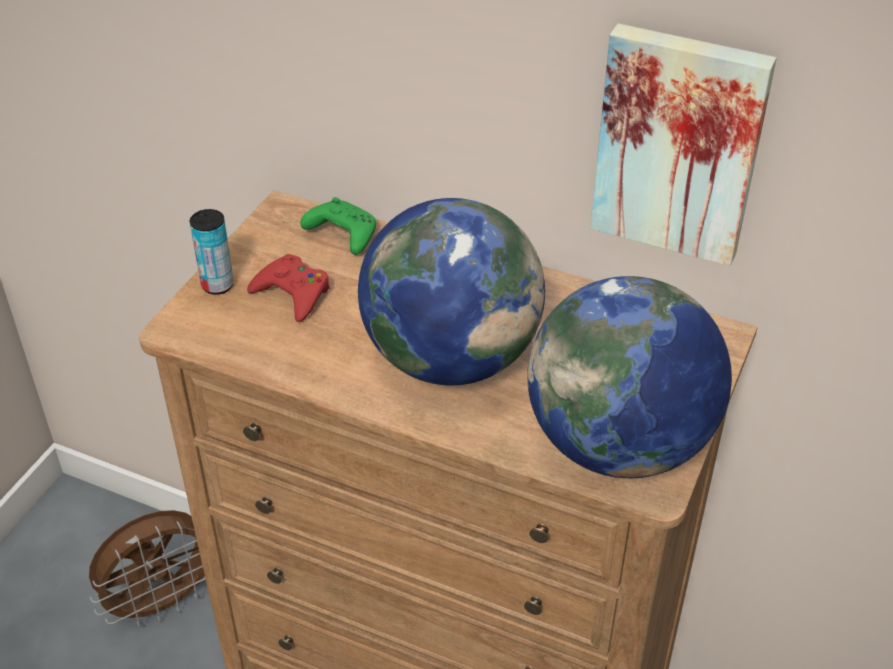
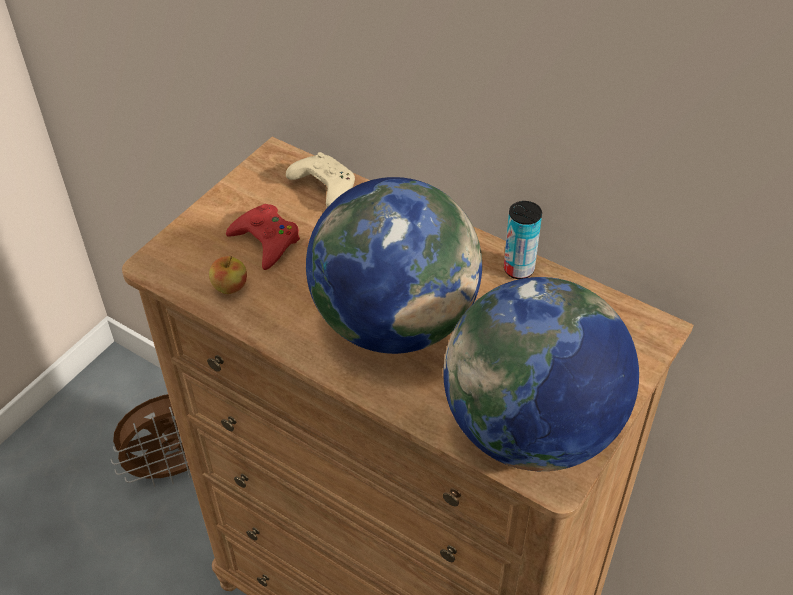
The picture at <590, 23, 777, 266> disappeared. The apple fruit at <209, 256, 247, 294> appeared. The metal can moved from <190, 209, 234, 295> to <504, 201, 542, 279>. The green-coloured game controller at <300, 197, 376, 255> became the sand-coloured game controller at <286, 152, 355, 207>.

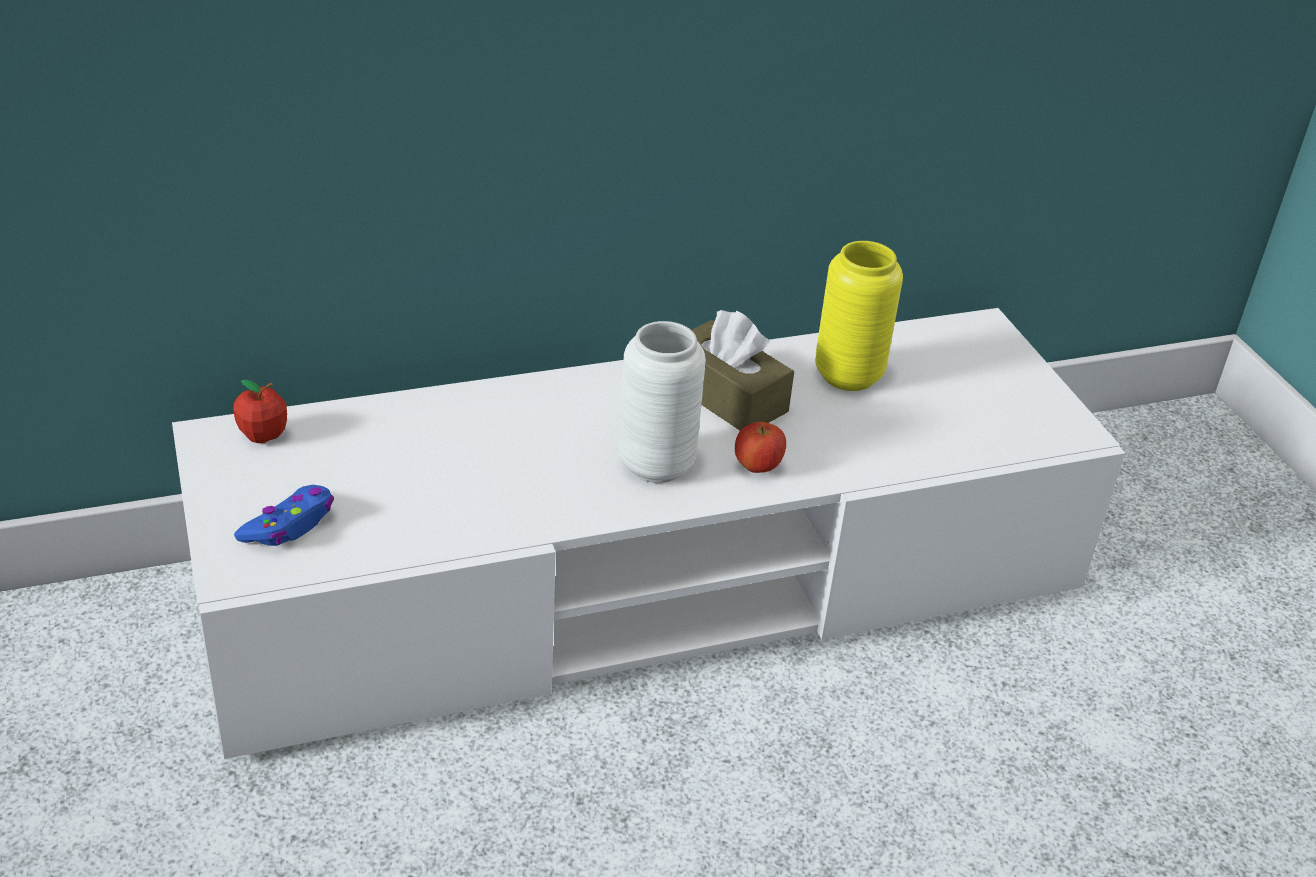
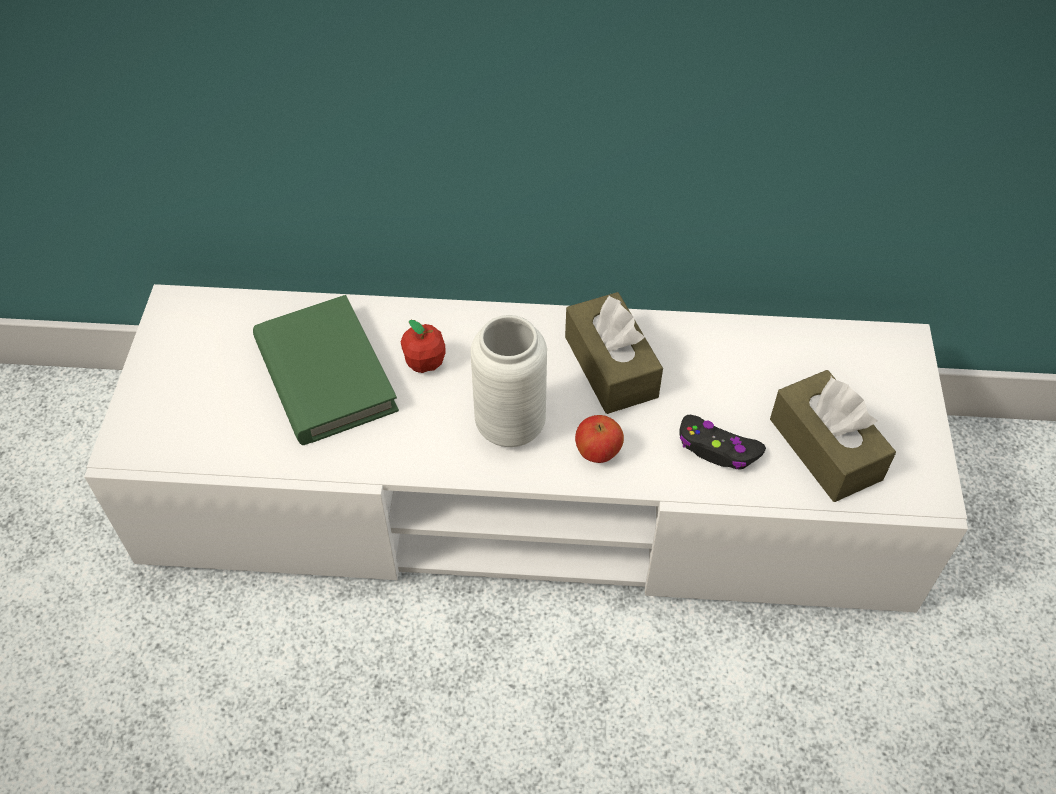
The blue game controller at <234, 485, 334, 546> disappeared. The yellow-coloured decorative vase at <815, 241, 903, 391> disappeared. The green-coloured book at <253, 295, 399, 445> appeared. The blackish game controller at <679, 415, 766, 470> appeared. The brownish tissue holder at <770, 370, 896, 502> appeared. The apple fruit moved from <233, 380, 287, 443> to <400, 320, 446, 373>.

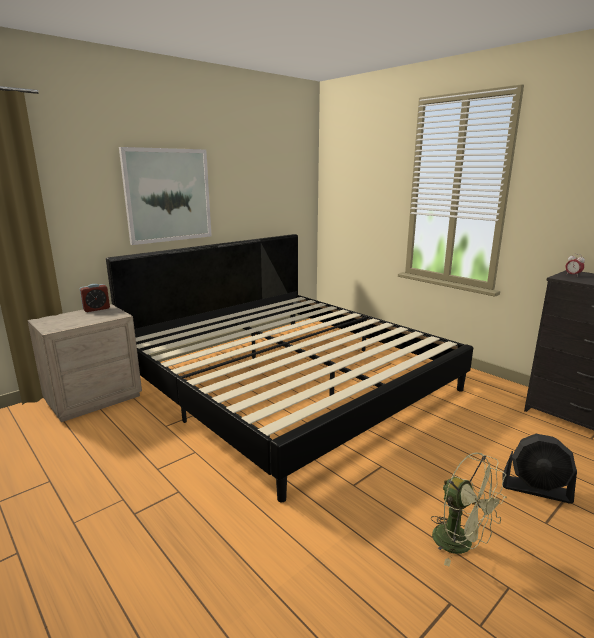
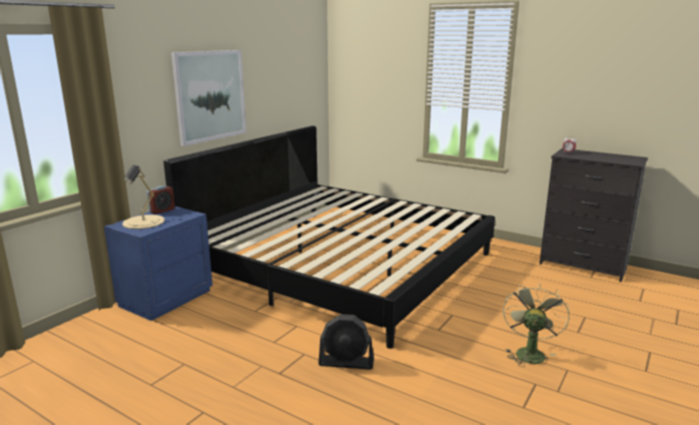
The sand-coloured tabletop lamp at <122, 165, 165, 229> appeared. The blackish cooling fan moved from <502, 434, 577, 504> to <318, 314, 374, 370>. The sand-coloured nightstand at <27, 304, 142, 422> became the blue nightstand at <104, 206, 213, 321>. The green-coloured cooling fan at <431, 452, 507, 567> turned 105 degrees counterclockwise.

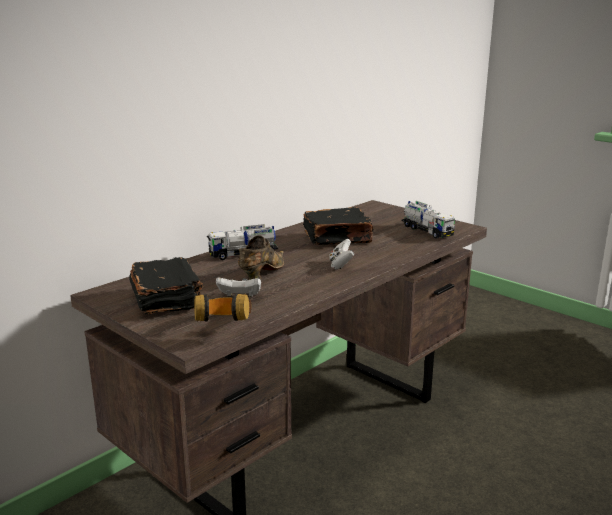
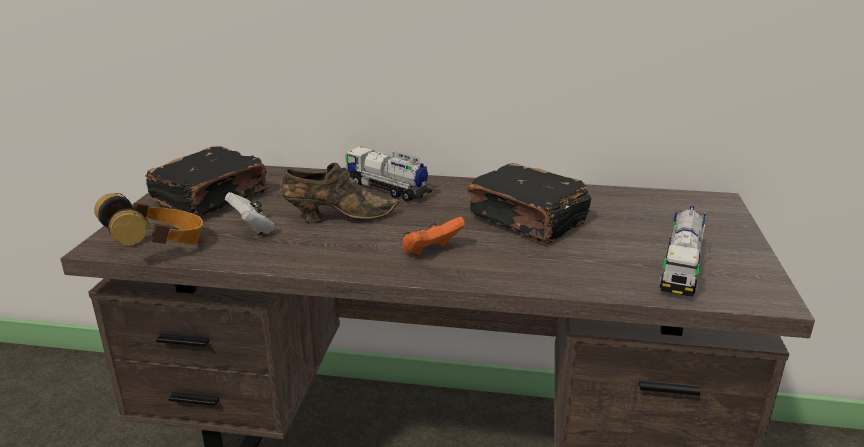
The whitish game controller at <329, 239, 354, 269> became the orange game controller at <402, 217, 465, 256>.

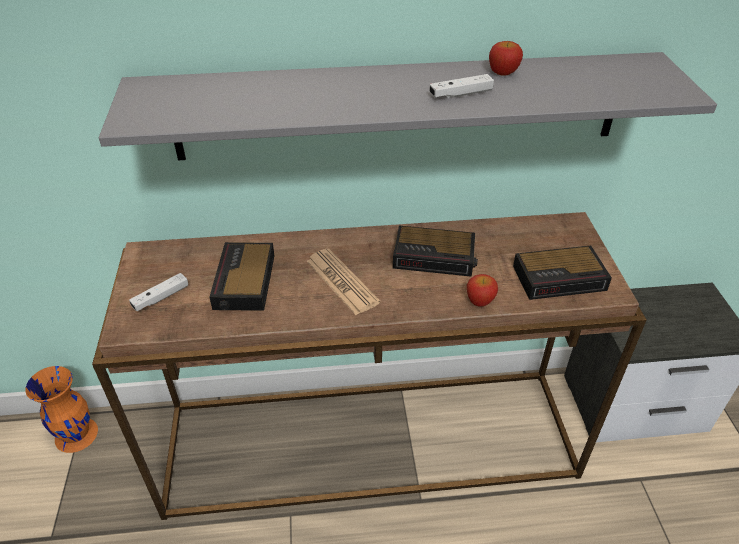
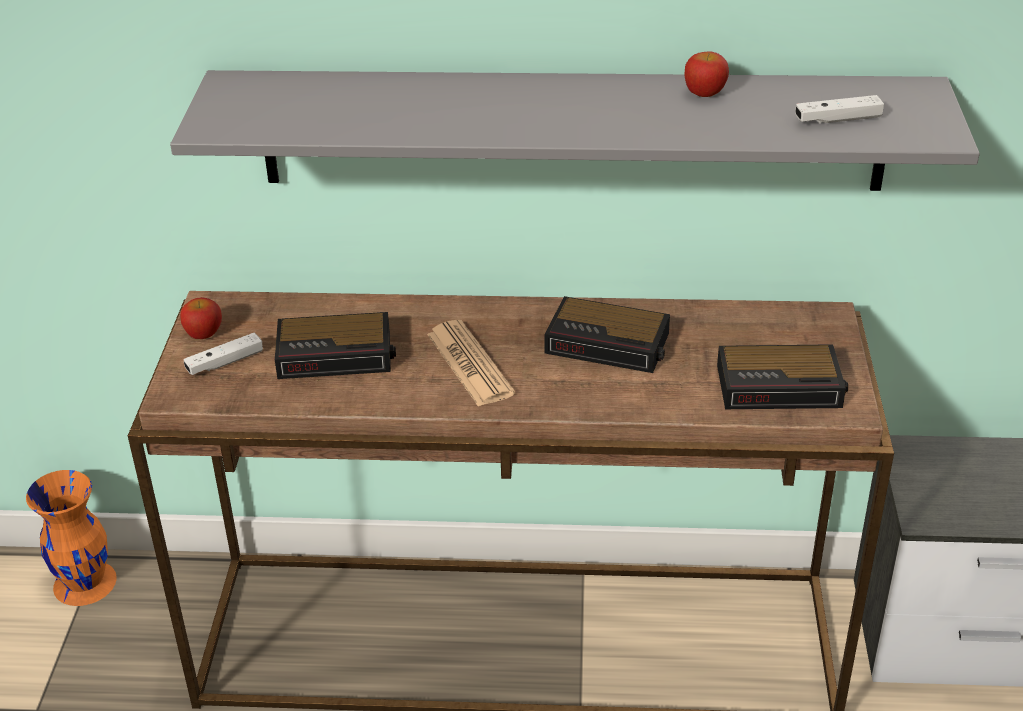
The whitish game controller moved from <429, 74, 494, 98> to <795, 95, 884, 124>. The apple fruit moved from <467, 274, 498, 307> to <180, 297, 222, 339>. The bedside clock at <210, 242, 274, 311> turned 105 degrees counterclockwise.

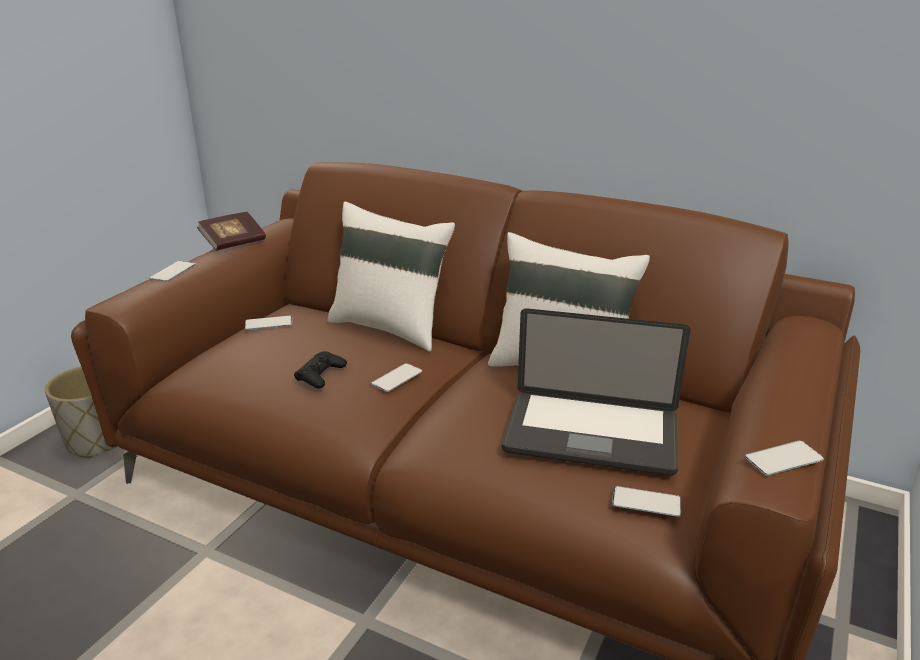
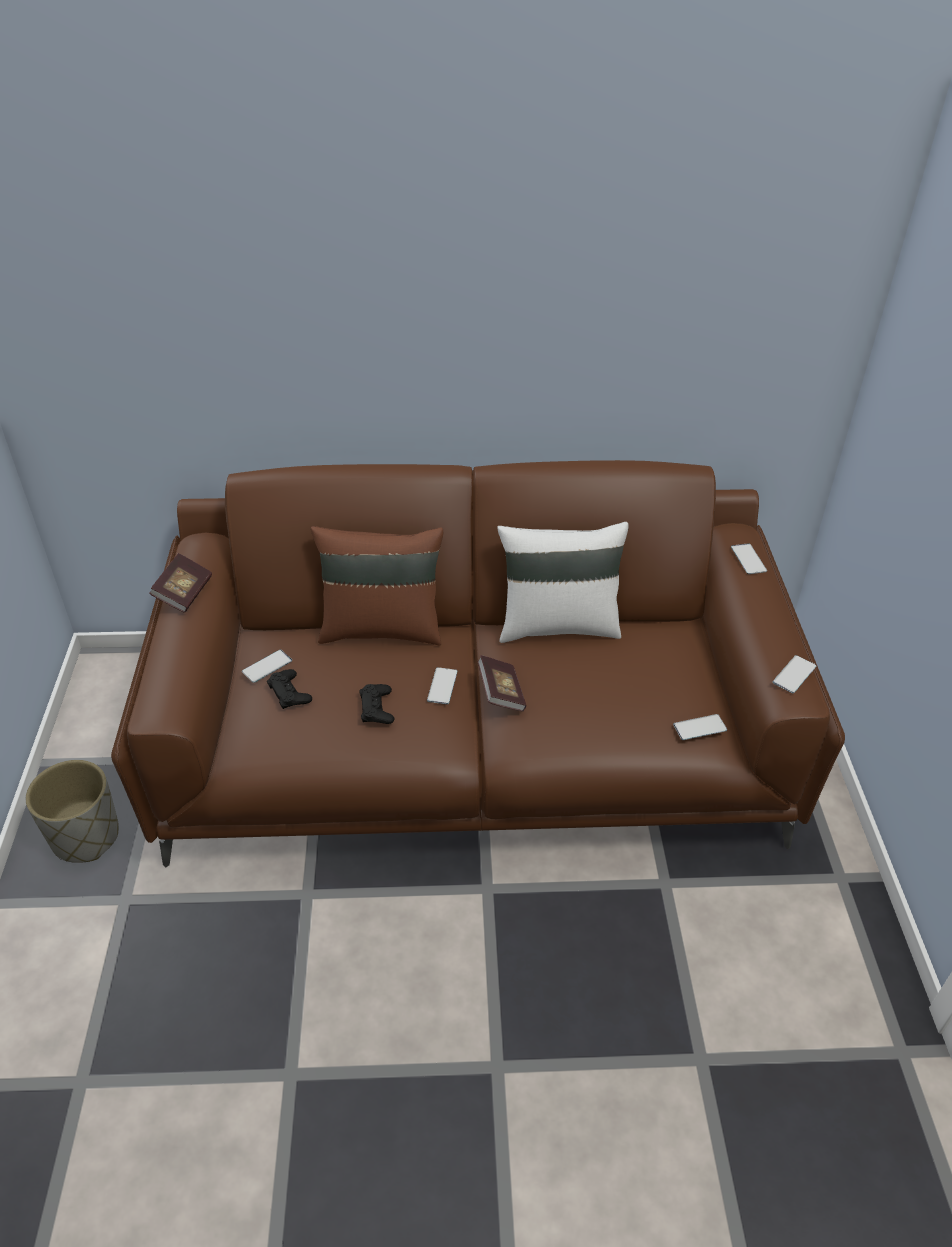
The portable computer at <502, 308, 690, 476> disappeared. The blackish game controller at <267, 669, 312, 709> appeared. The book at <477, 655, 526, 712> appeared. The telephone moved from <149, 261, 196, 282> to <731, 543, 767, 574>. The whitish cushion at <327, 202, 455, 352> became the brownish cushion at <311, 526, 443, 645>.

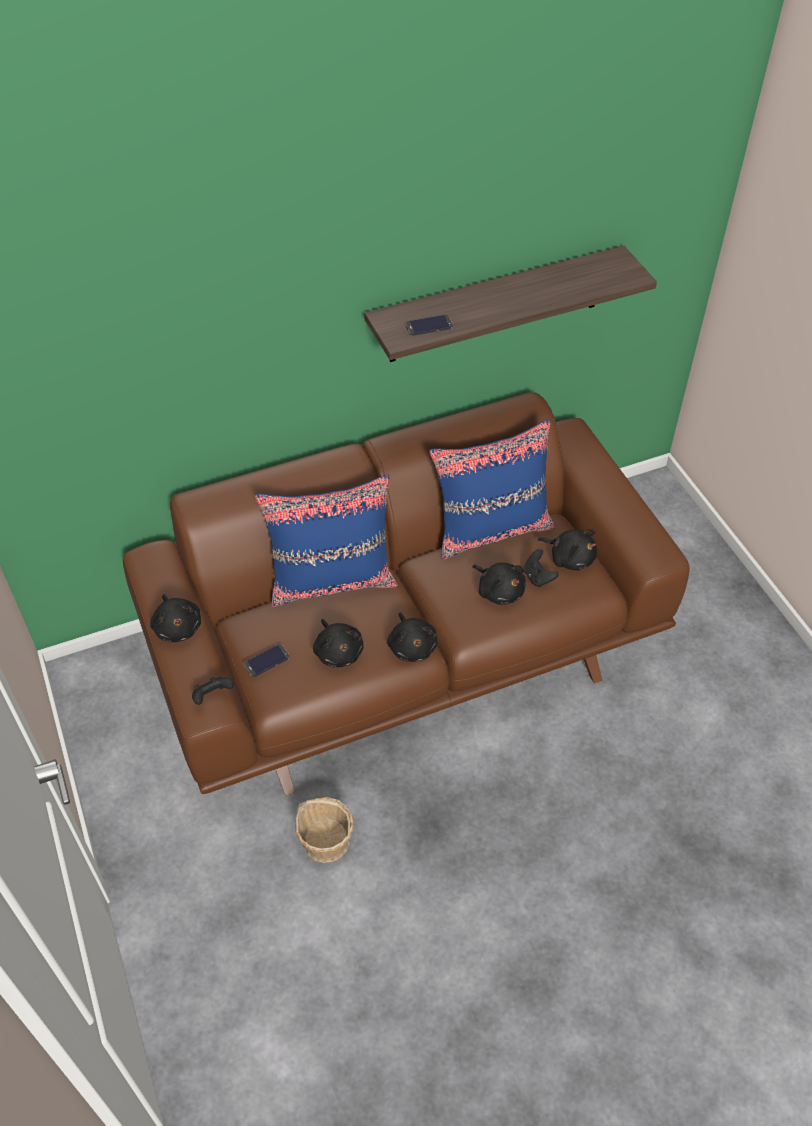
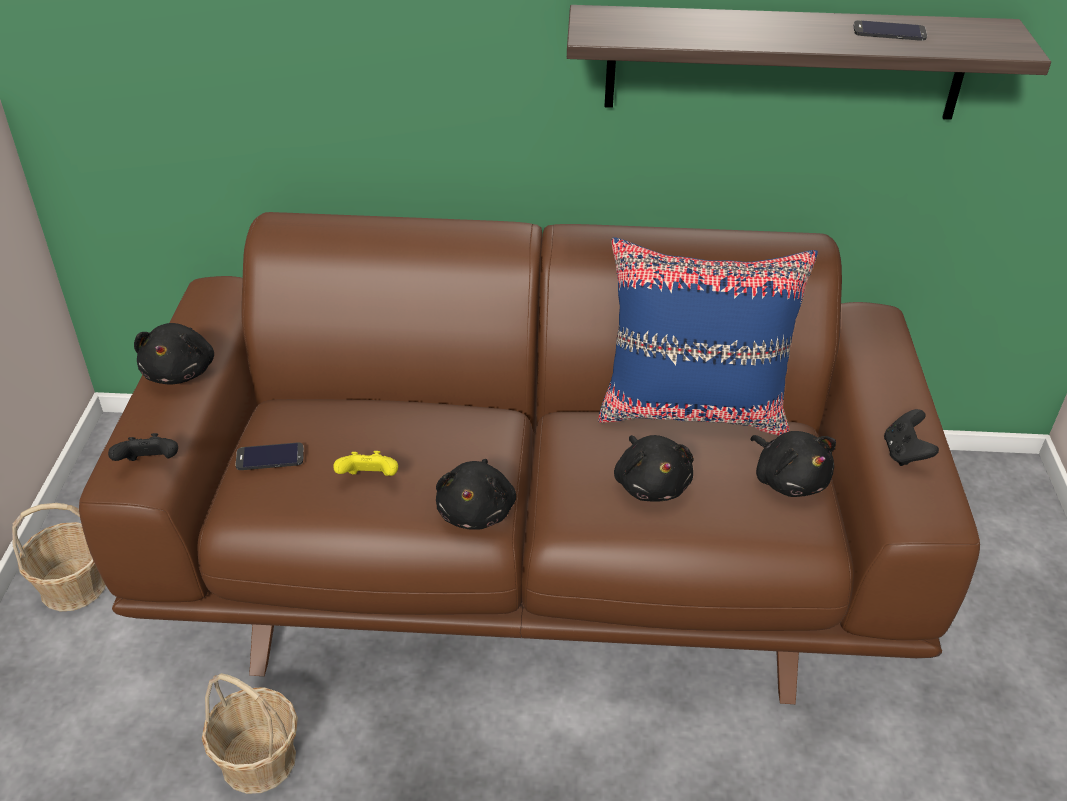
The blue cushion at <255, 475, 398, 607> disappeared. The storage basket at <12, 503, 106, 611> appeared. The telephone moved from <405, 315, 453, 336> to <854, 20, 927, 41>. The blackish game controller moved from <524, 549, 559, 587> to <884, 409, 939, 466>. The blackish cuddly toy at <313, 619, 364, 667> was replaced by the yellow-coloured game controller at <333, 451, 398, 476>.

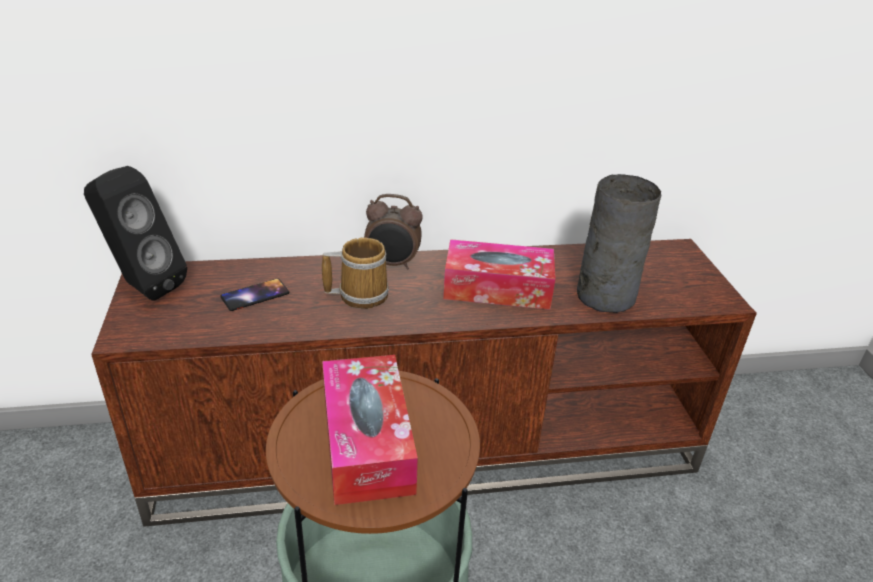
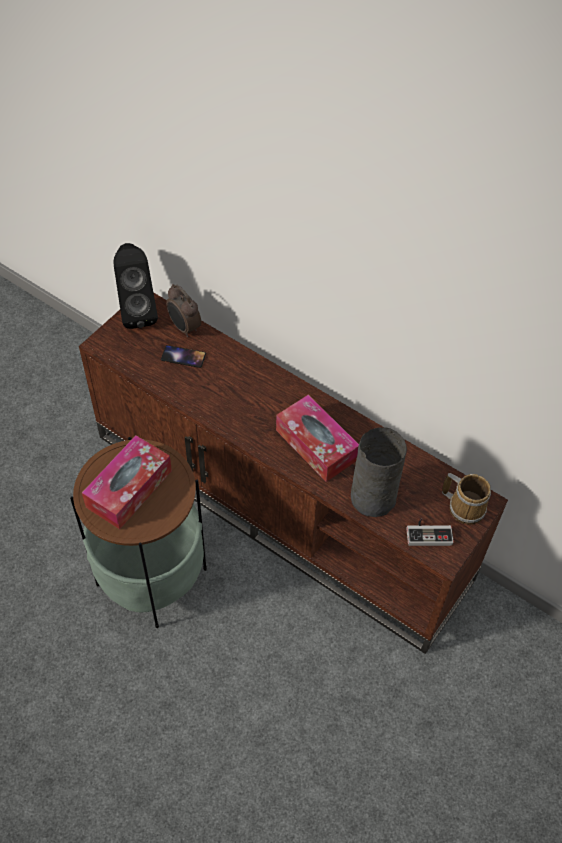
The game controller at <406, 519, 454, 546> appeared. The coffee mug moved from <322, 237, 389, 309> to <442, 473, 491, 524>. The bedside clock moved from <364, 194, 423, 269> to <166, 284, 201, 337>.

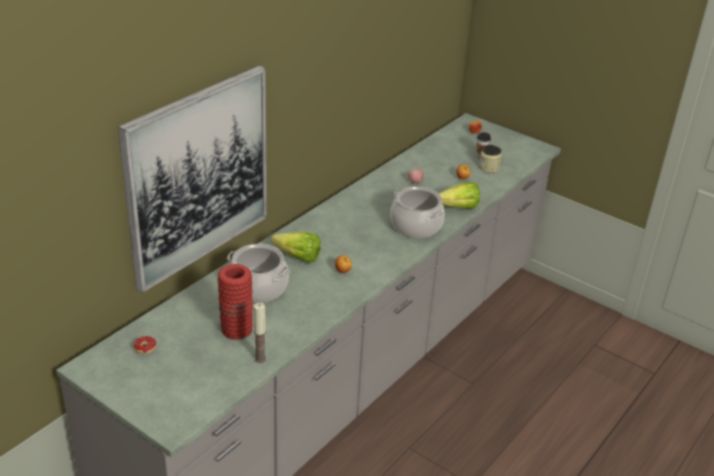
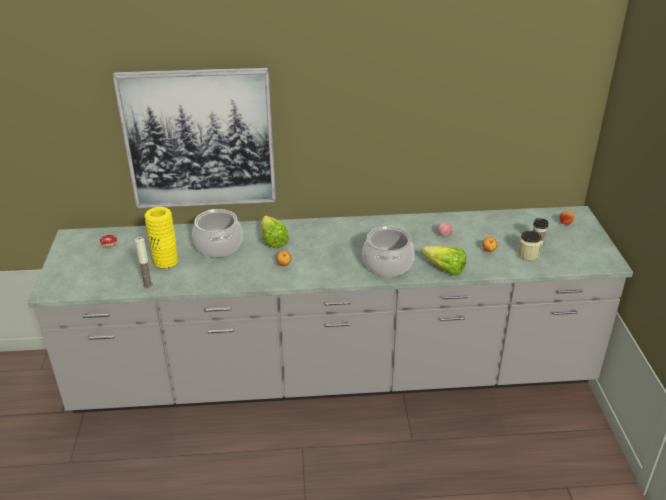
The red-coloured decorative vase at <218, 264, 253, 340> became the yellow-coloured decorative vase at <145, 207, 178, 269>.

